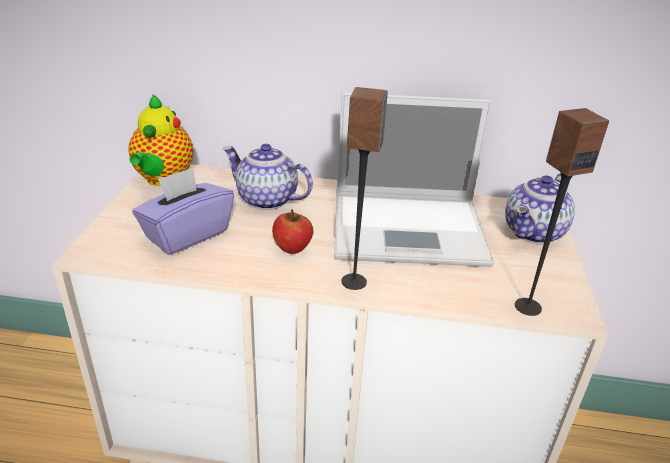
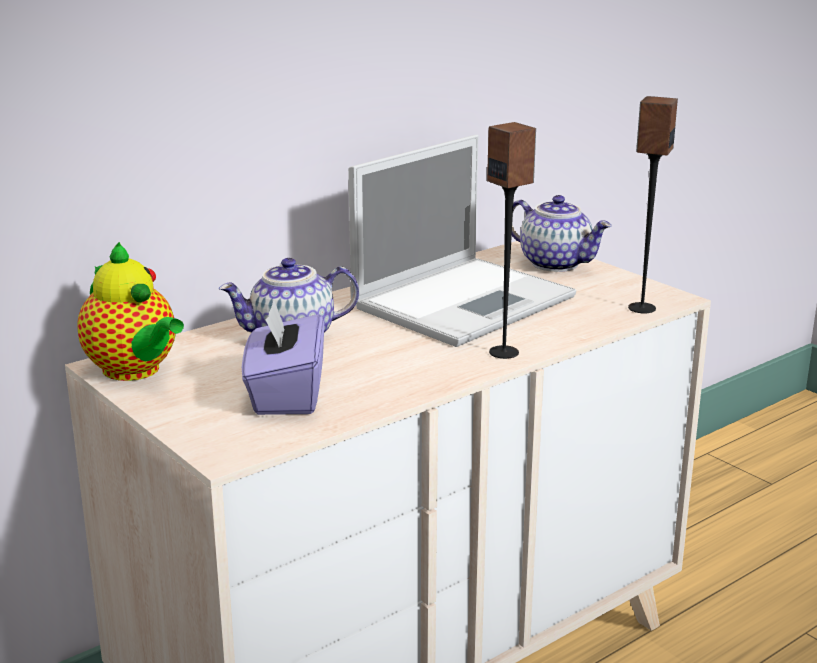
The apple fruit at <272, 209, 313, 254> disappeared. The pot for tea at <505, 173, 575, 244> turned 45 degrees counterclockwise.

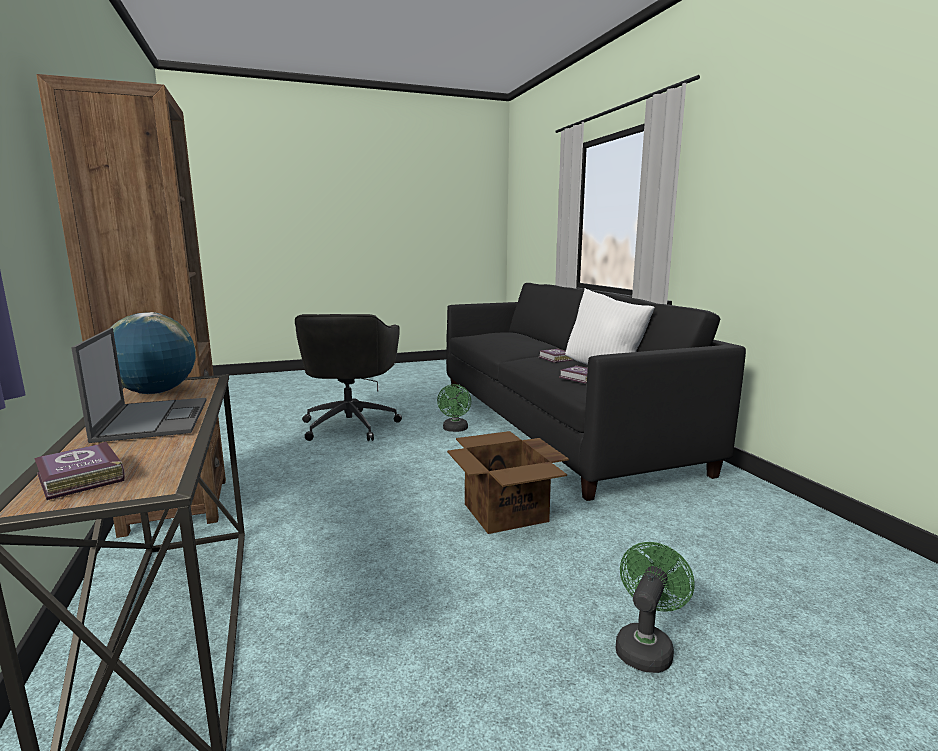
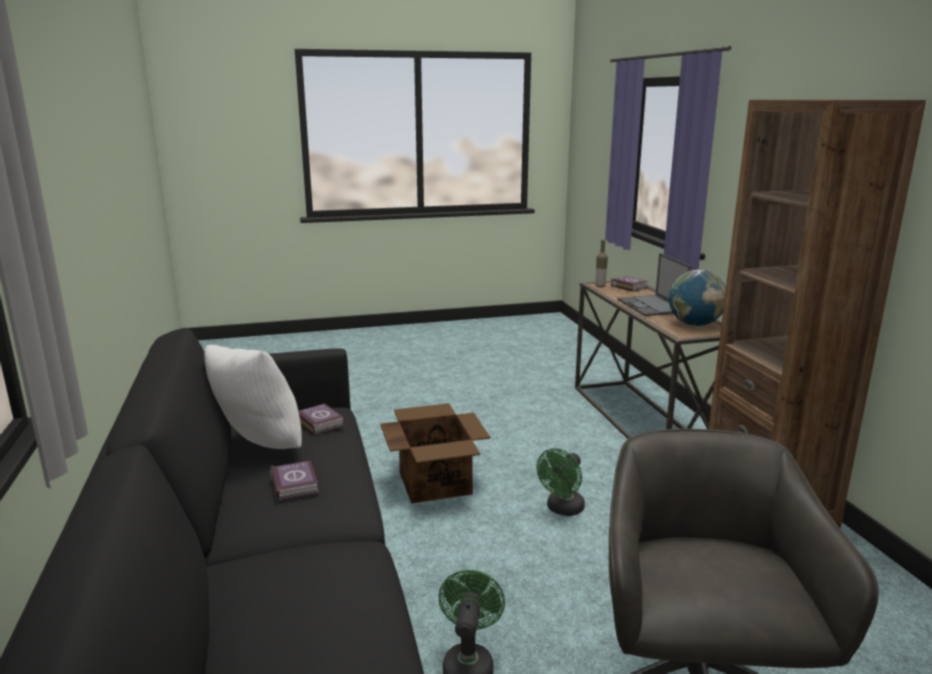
The drink bottle at <595, 240, 608, 287> appeared. The green-coloured cooling fan moved from <616, 542, 694, 673> to <536, 448, 585, 516>.

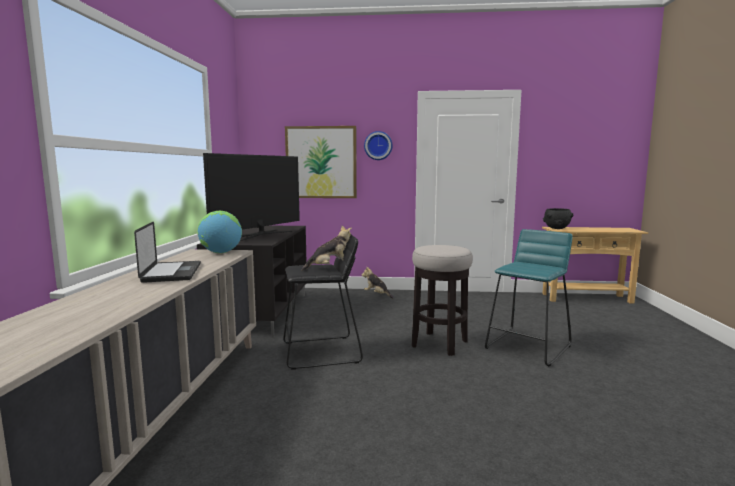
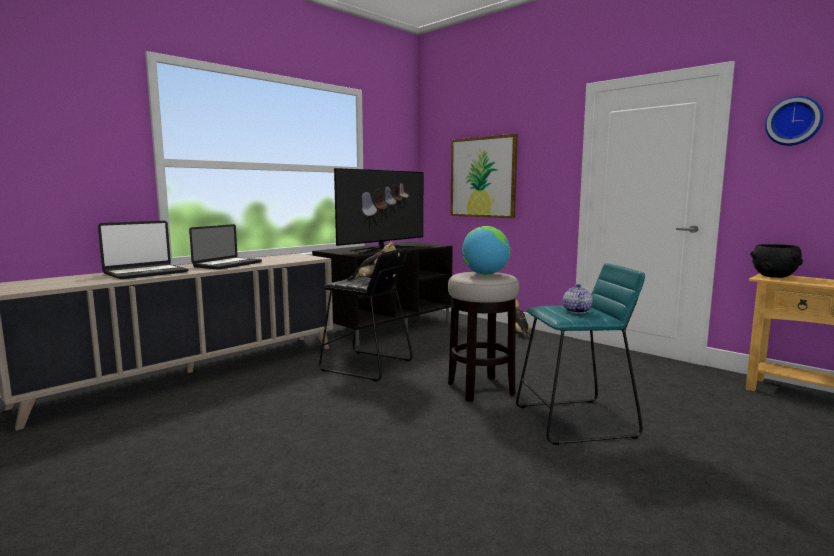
The portable computer at <98, 221, 188, 279> appeared. The pot for tea at <563, 284, 593, 314> appeared. The globe moved from <198, 211, 242, 253> to <462, 226, 511, 275>. The clock on the wall moved from <364, 131, 392, 160> to <765, 96, 824, 146>. The television at <203, 153, 300, 241> turned 150 degrees clockwise.

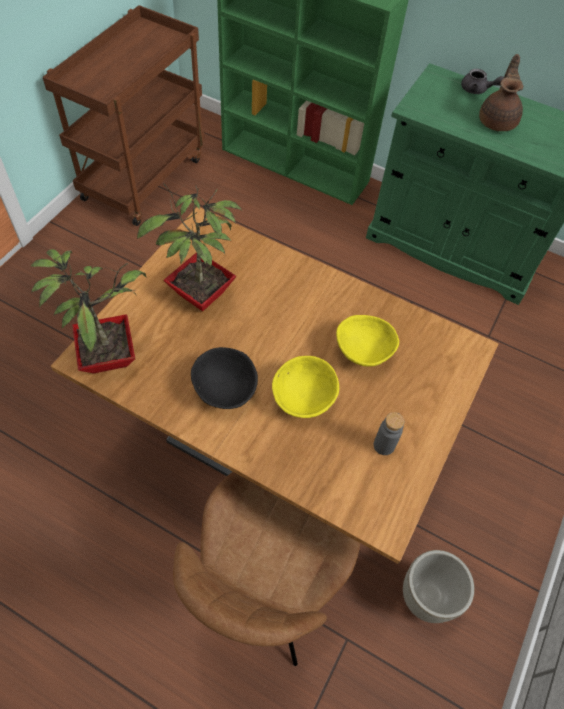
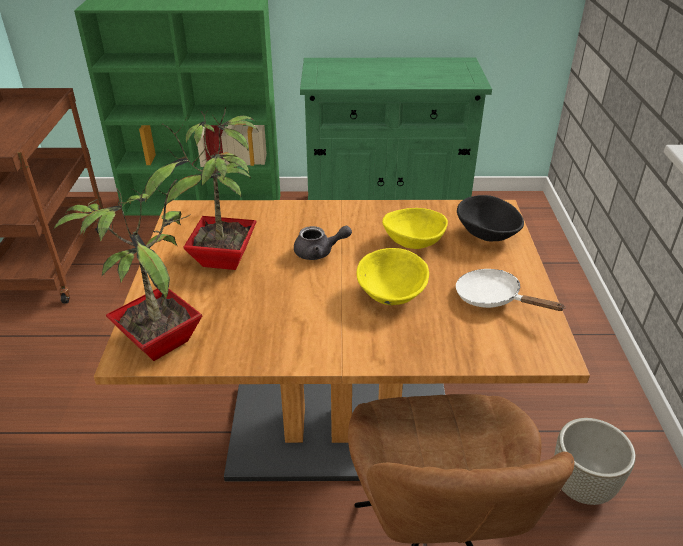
The brownish pot for tea at <479, 54, 523, 131> disappeared. The blackish bowl moved from <191, 347, 258, 409> to <457, 195, 524, 241>. The gray pot for tea moved from <461, 69, 504, 94> to <294, 226, 352, 260>. The gray drink bottle at <374, 412, 404, 455> was replaced by the whitish skillet at <456, 269, 566, 311>.

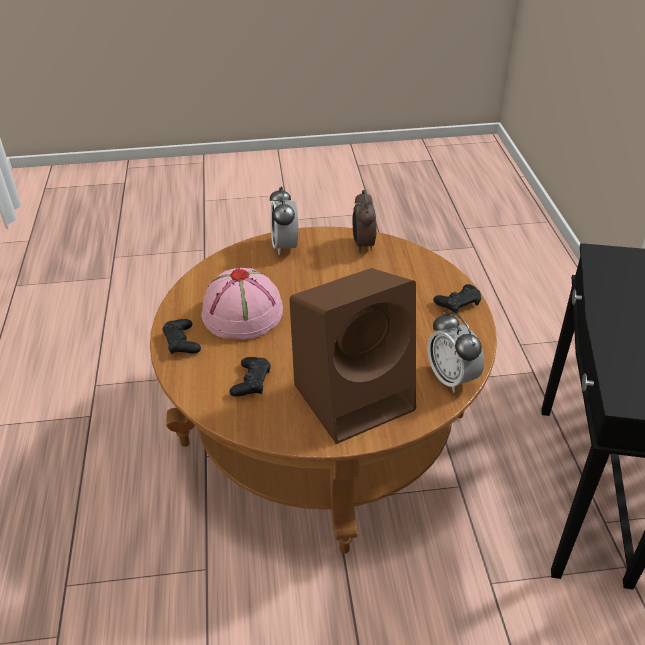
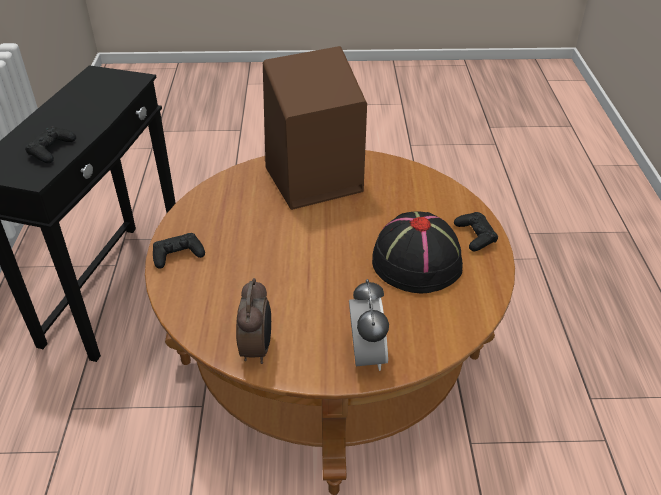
The bedside clock at <427, 312, 484, 393> disappeared. The blackish game controller moved from <229, 357, 271, 397> to <25, 126, 76, 163>. The pinkish wearable hat at <202, 268, 283, 339> became the blackish wearable hat at <372, 211, 463, 293>.

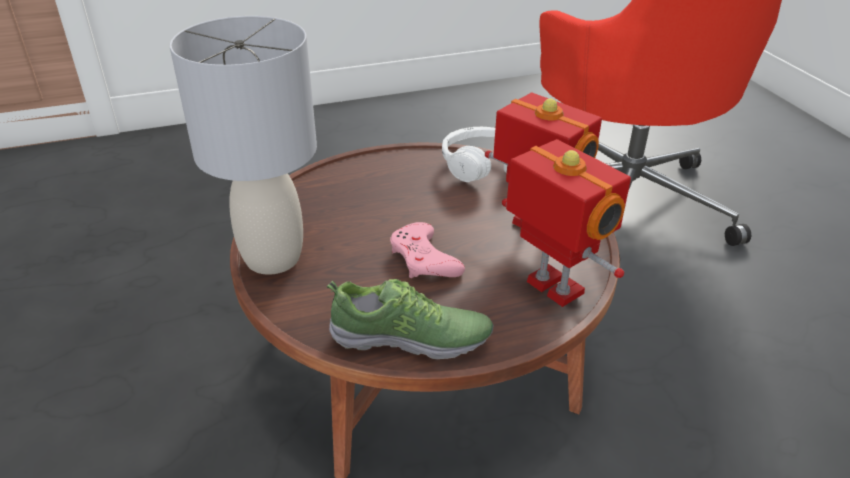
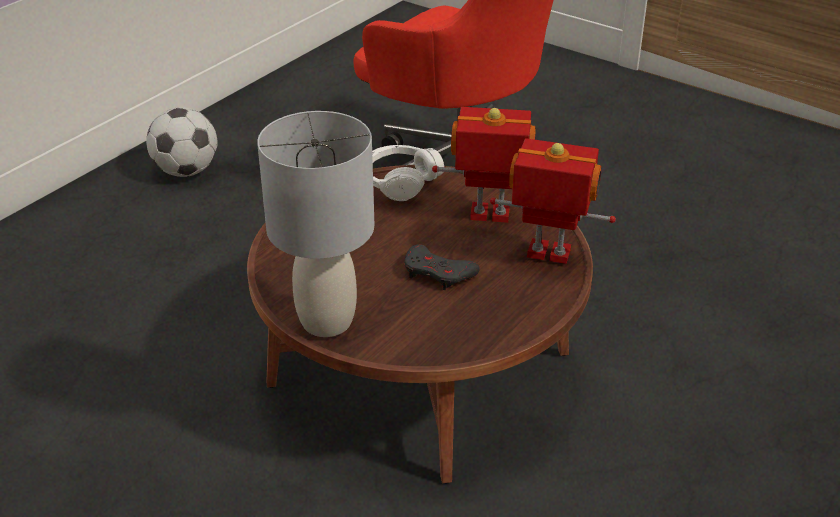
The low shoe at <327, 279, 493, 359> disappeared. The football ball at <146, 107, 218, 177> appeared. The pinkish game controller at <390, 222, 465, 278> became the gray game controller at <404, 244, 480, 290>.

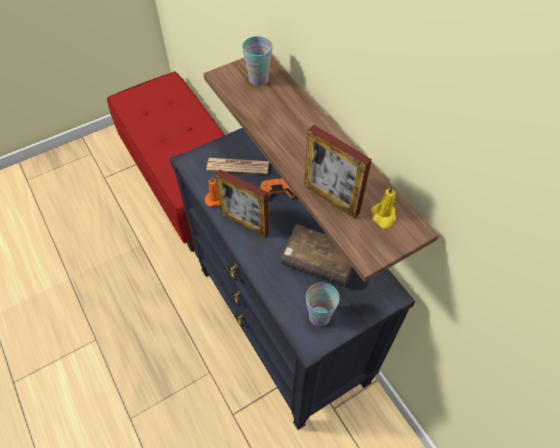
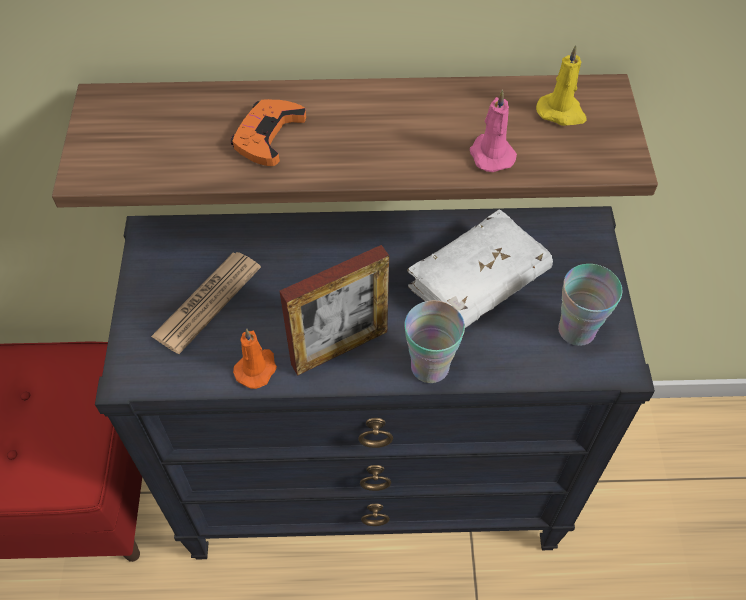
The cup moved from <242, 36, 273, 86> to <404, 300, 465, 383>. The orange game controller moved from <260, 179, 295, 199> to <231, 99, 306, 166>. The photo frame at <304, 125, 372, 219> was replaced by the pinkish candle at <470, 90, 517, 172>. The brownish book at <281, 224, 353, 286> became the whitish book at <407, 209, 553, 328>.

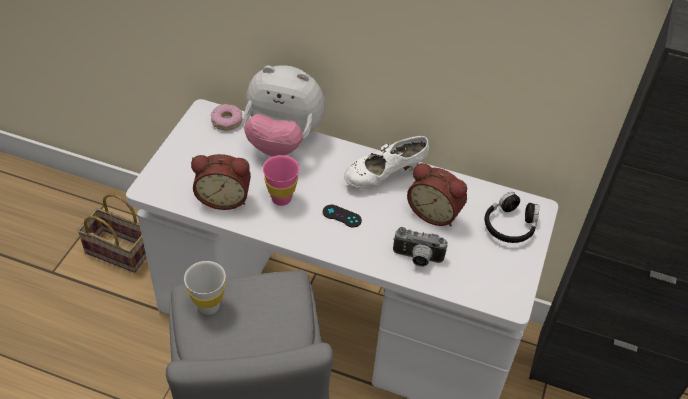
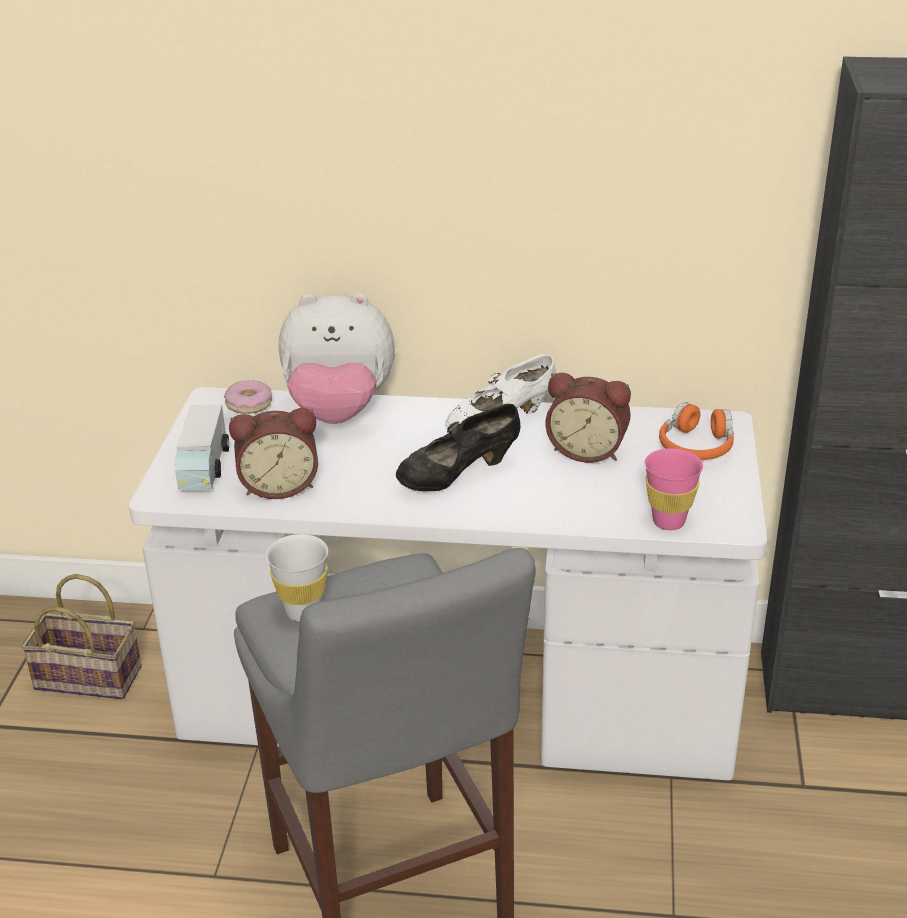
The still camera at <393, 227, 448, 267> disappeared. The model truck at <175, 405, 229, 490> appeared. The pinkish cup moved from <262, 155, 300, 206> to <645, 448, 703, 530>. The blackish game controller at <323, 205, 362, 228> was replaced by the blackish low shoe at <396, 404, 520, 491>. The blackish pair of headphones at <485, 192, 539, 243> became the orange pair of headphones at <659, 402, 734, 460>.

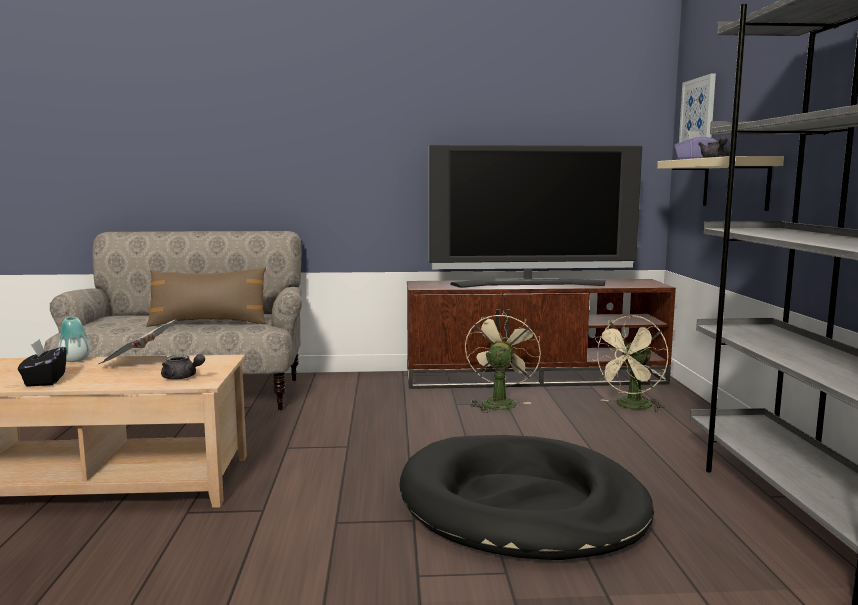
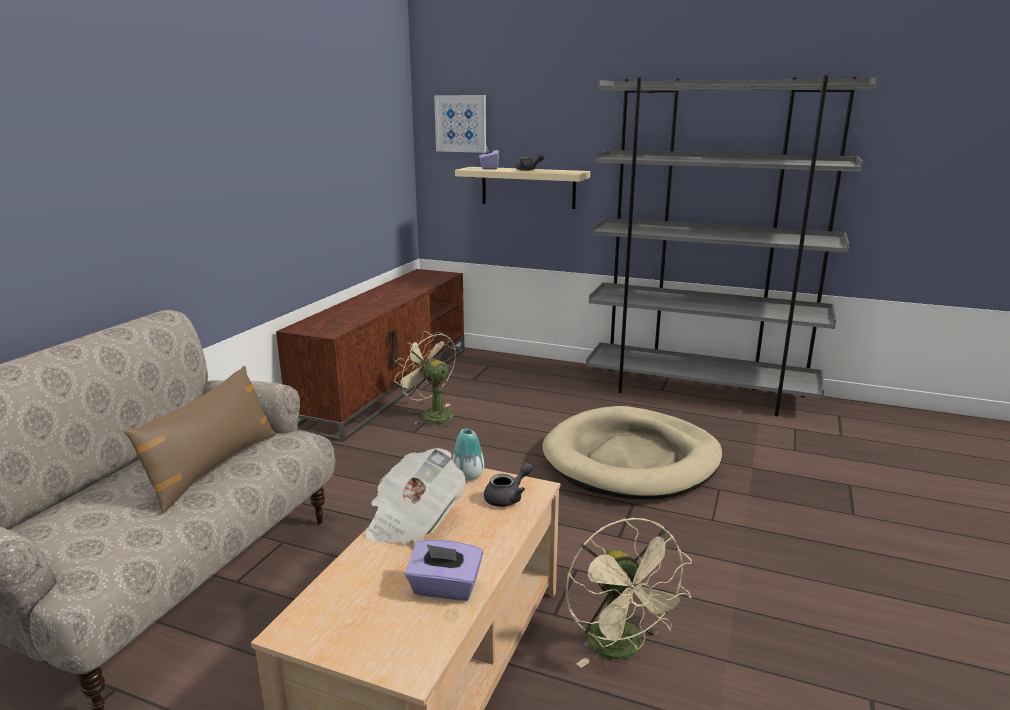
The television at <429, 145, 642, 288> disappeared. The decorative vase moved from <58, 317, 90, 362> to <452, 429, 484, 481>. The sand-coloured cooling fan moved from <590, 315, 668, 413> to <566, 518, 692, 668>. The blackish tissue holder at <18, 339, 67, 387> became the purple tissue holder at <405, 540, 483, 601>. The blackish pet bed at <400, 435, 654, 560> became the sand-coloured pet bed at <542, 406, 722, 500>.

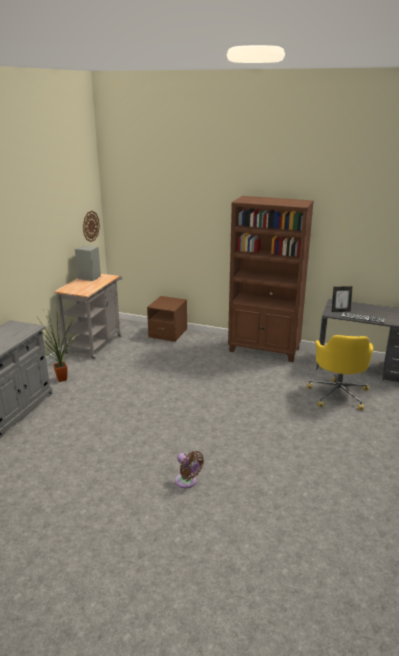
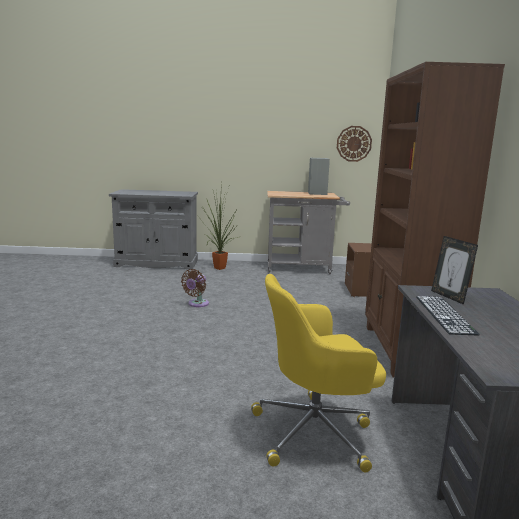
The brownish cooling fan moved from <175, 451, 204, 488> to <181, 269, 209, 307>.

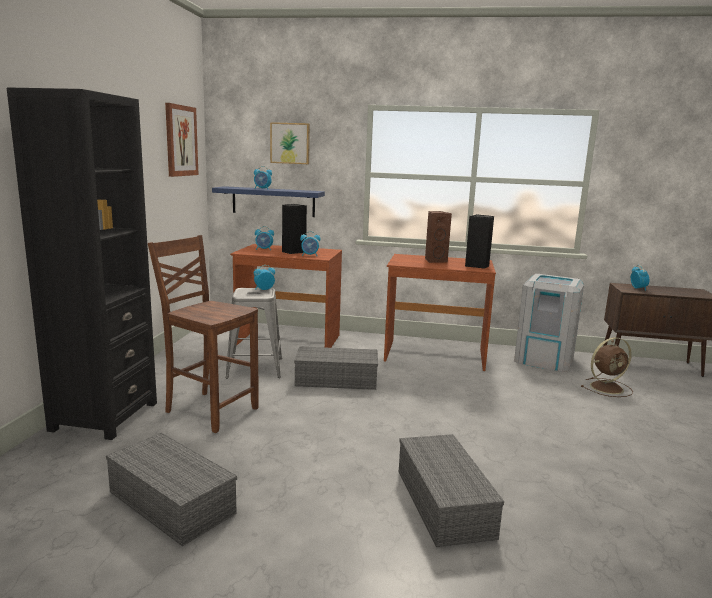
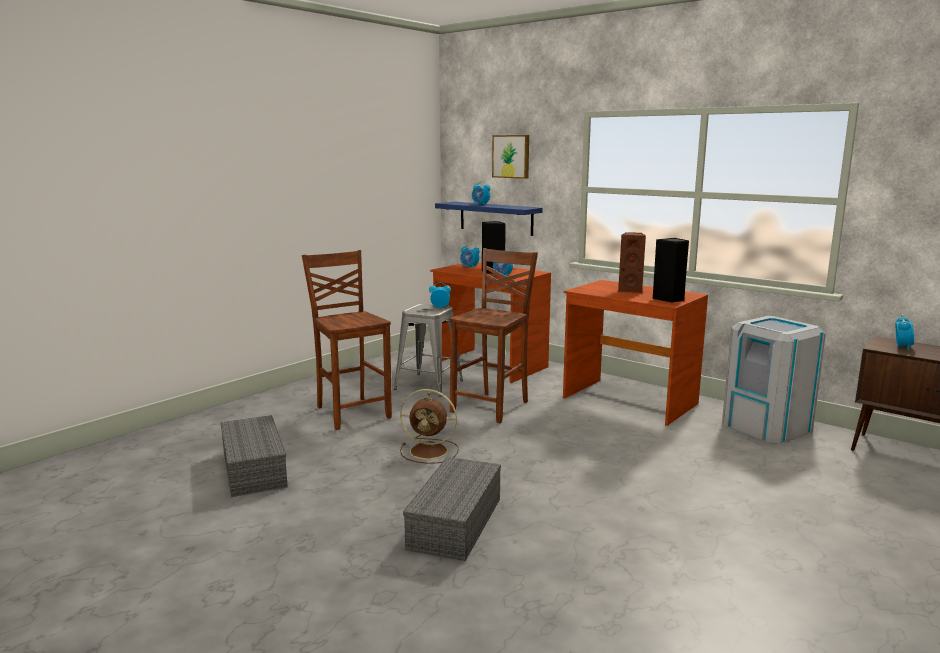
The blackish bookcase at <7, 87, 157, 440> disappeared. The picture at <165, 103, 198, 177> disappeared. The brownish cooling fan moved from <580, 337, 633, 397> to <400, 389, 459, 464>. The gray storage container at <294, 346, 378, 390> was replaced by the brownish plain chair at <450, 248, 538, 423>.

